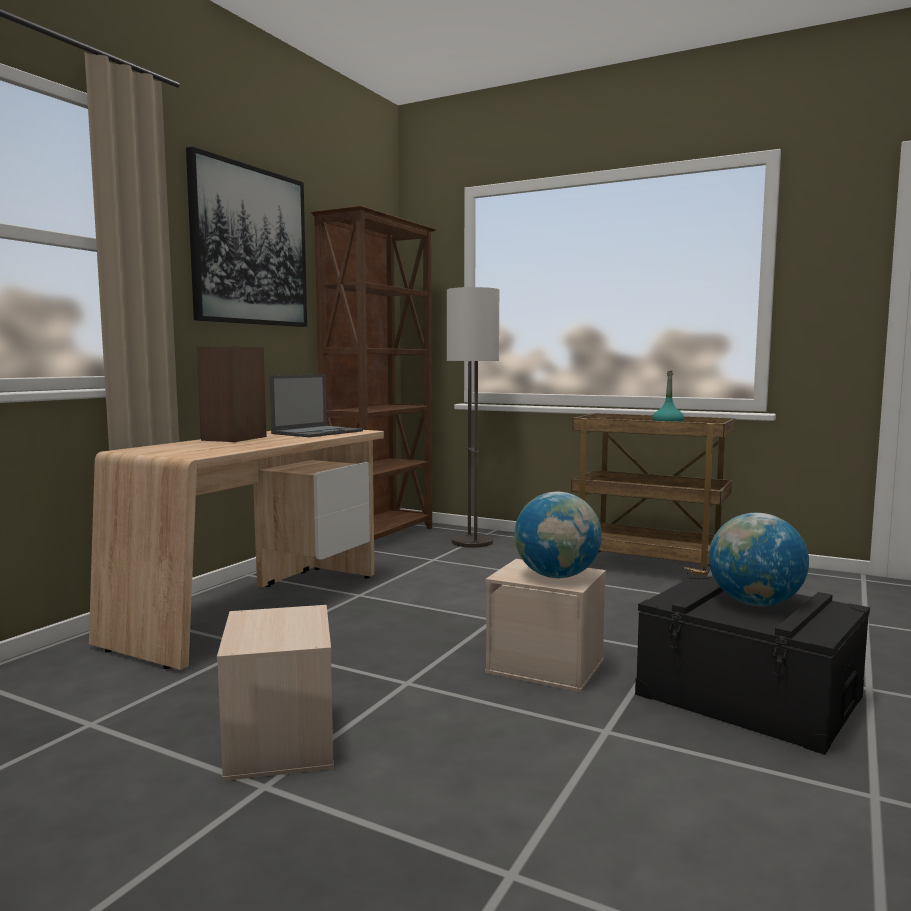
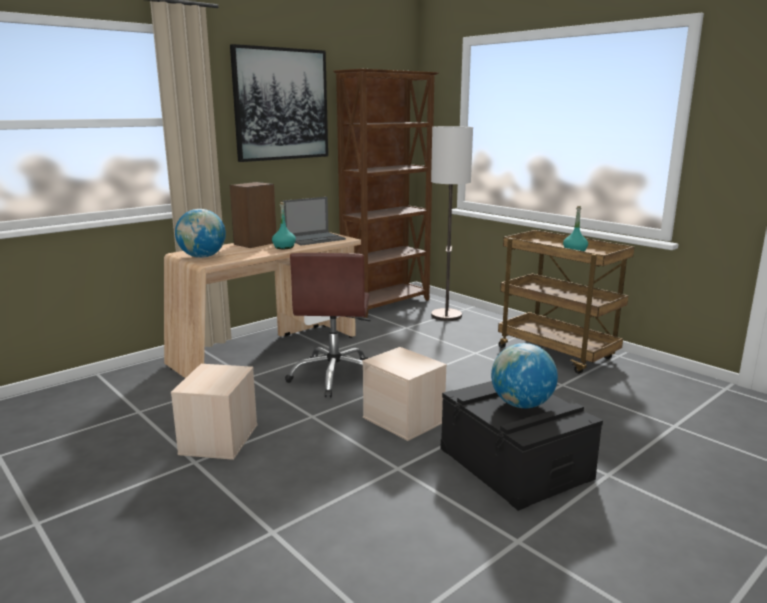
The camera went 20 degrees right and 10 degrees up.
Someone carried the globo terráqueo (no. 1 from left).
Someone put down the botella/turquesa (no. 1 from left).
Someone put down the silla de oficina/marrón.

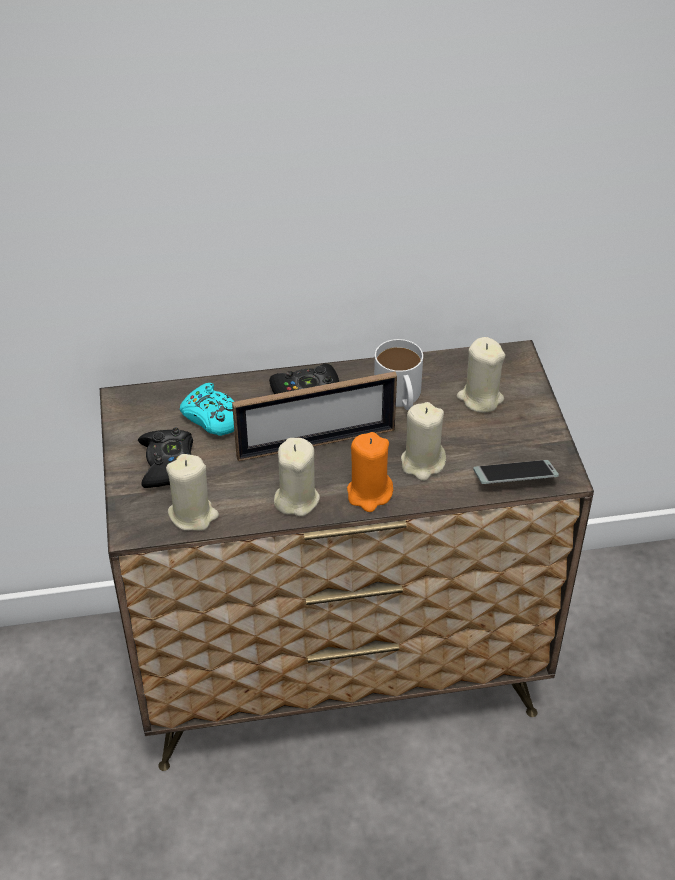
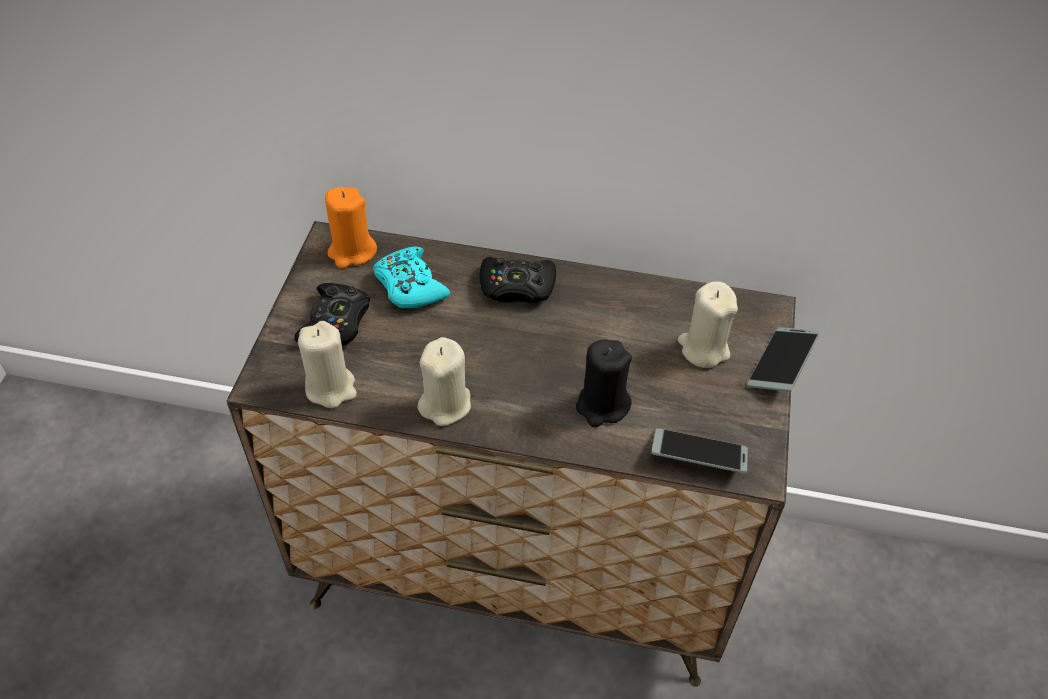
The camera went 20 degrees right and 5 degrees up.
Someone took away the portarretratos.
Someone carried the vela/naranja.
Someone took away the taza grande/blanco.
Someone repainted the vela/beis (no. 3 from left), which became the vela/negro.
Someone put down the móvil (no. 2 from left).

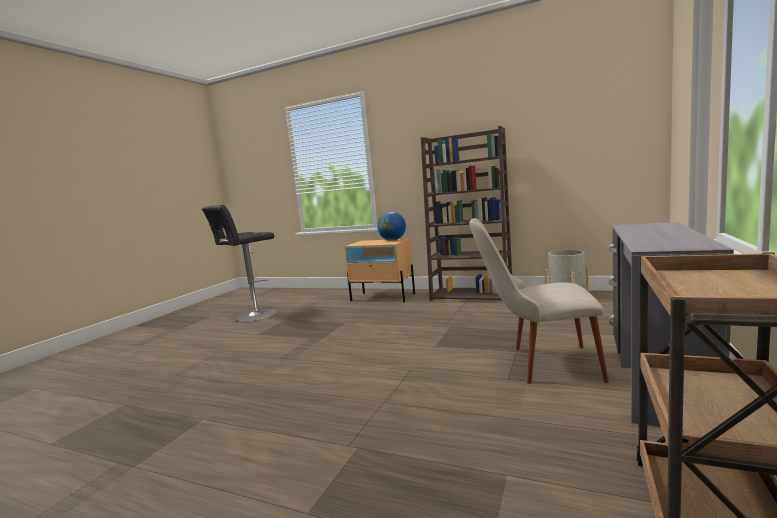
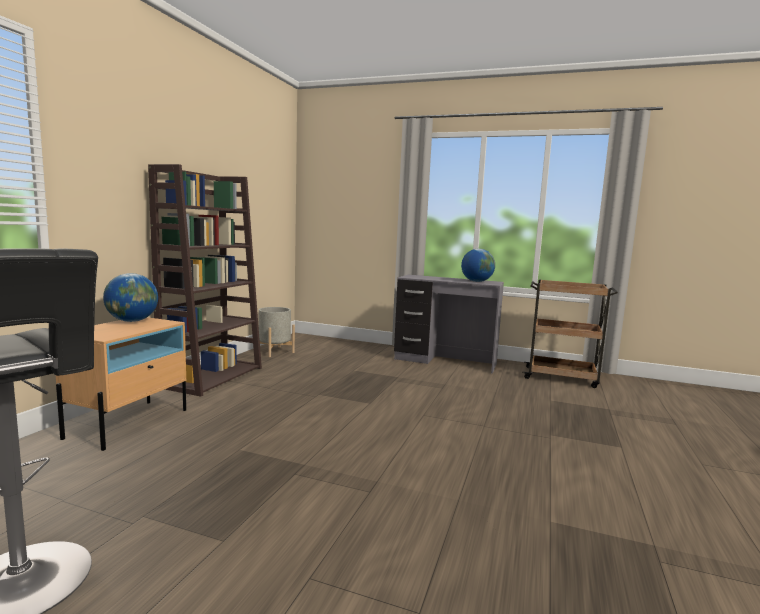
The camera went 95 degrees left and 0 degrees up.
Someone took away the silla/beis.
Someone put down the globo terráqueo (no. 2 from left).

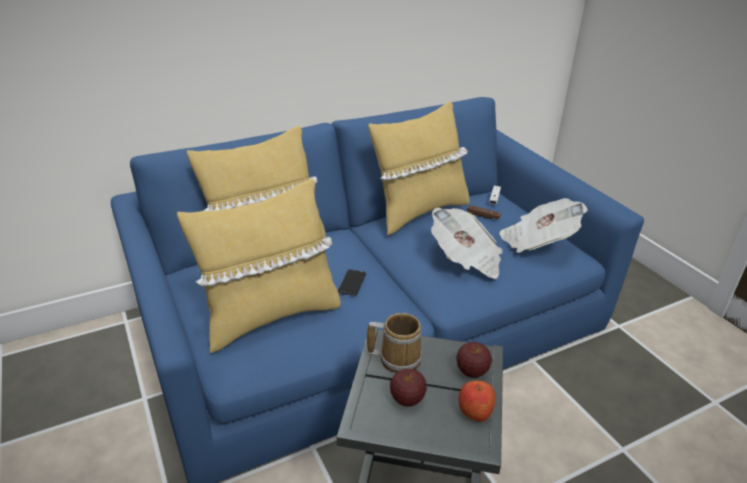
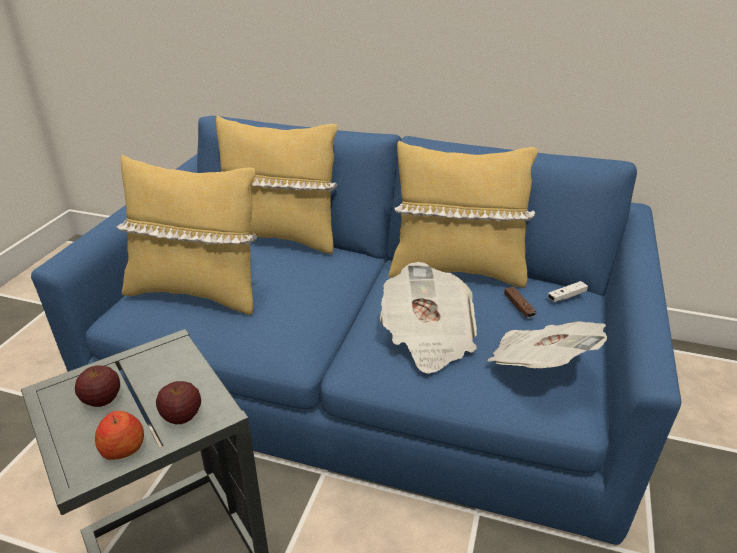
The camera went 45 degrees right and 0 degrees up.
Someone took away the móvil.
Someone took away the taza grande.

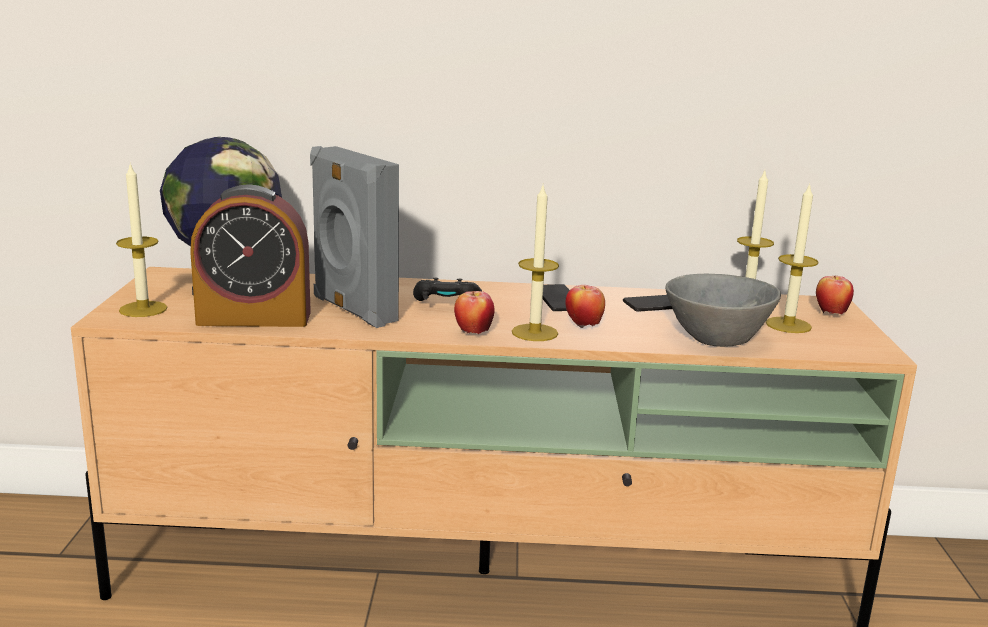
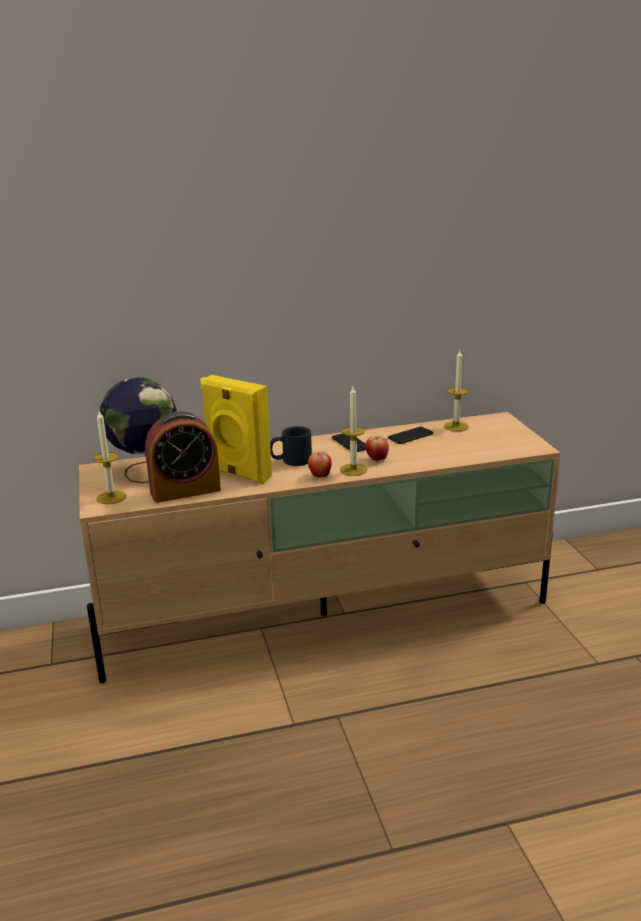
The camera went 15 degrees left and 5 degrees up.
Someone repainted the altavoz/gris, which became the altavoz/amarillo.
Someone swapped the mando de consola/negro for the taza grande/negro.
Someone took away the cuenco/gris.
Someone took away the vela (no. 4 from left).
Someone took away the manzana (no. 3 from left).

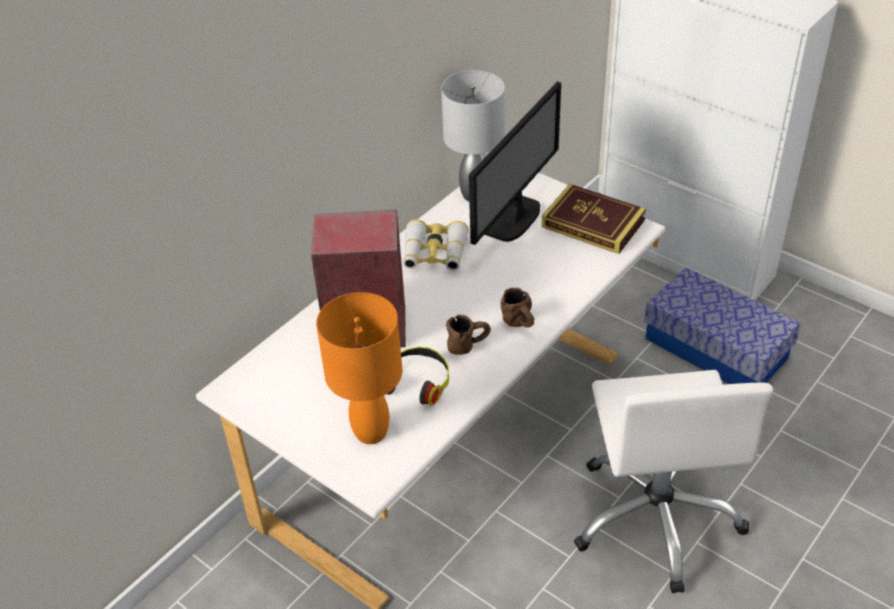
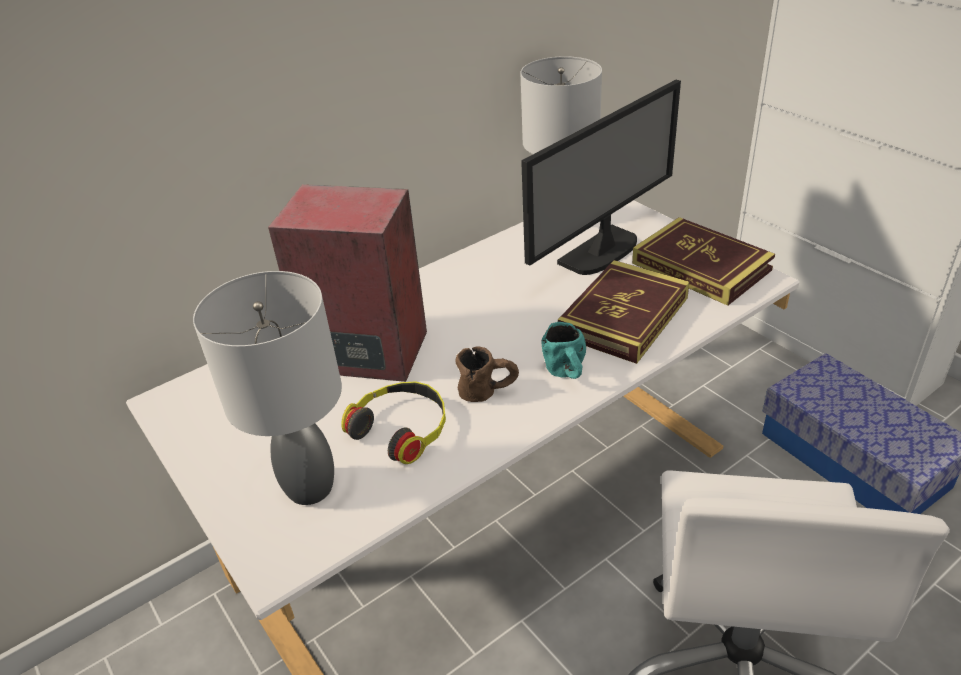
The camera went 15 degrees right and 5 degrees down.
Someone repainted the lámpara de mesa/naranja, which became the lámpara de mesa/gris (no. 1 from left).
Someone took away the prismáticos.
Someone repainted the taza grande/marrón (no. 2 from left), which became the taza grande/turquesa.
Someone put down the libro (no. 1 from left).

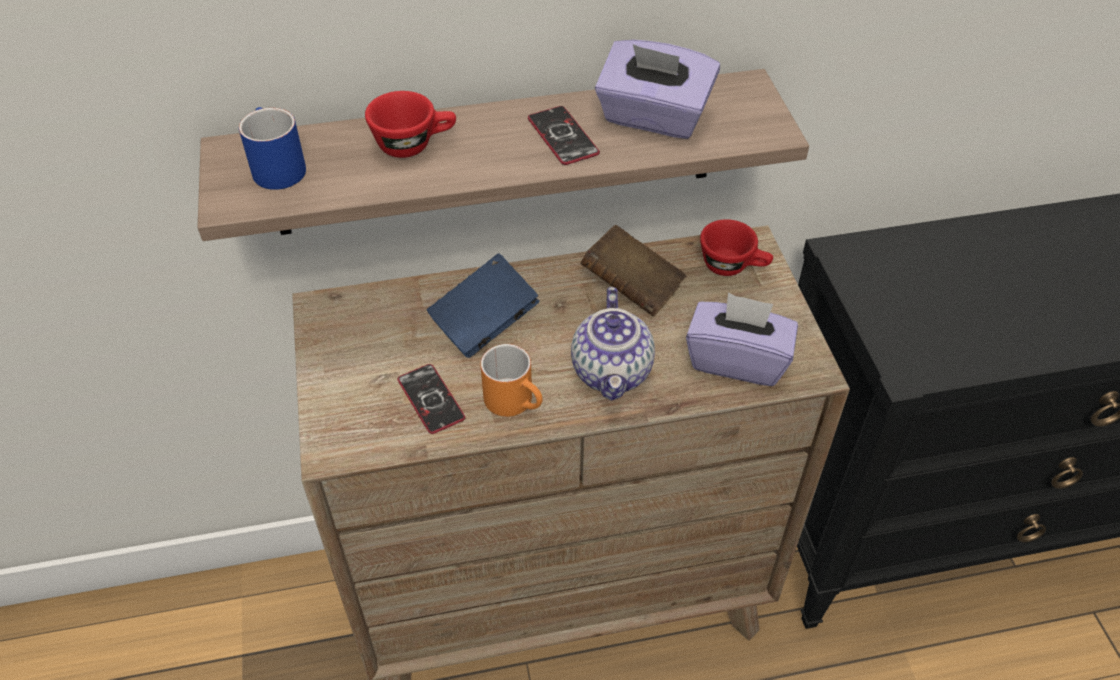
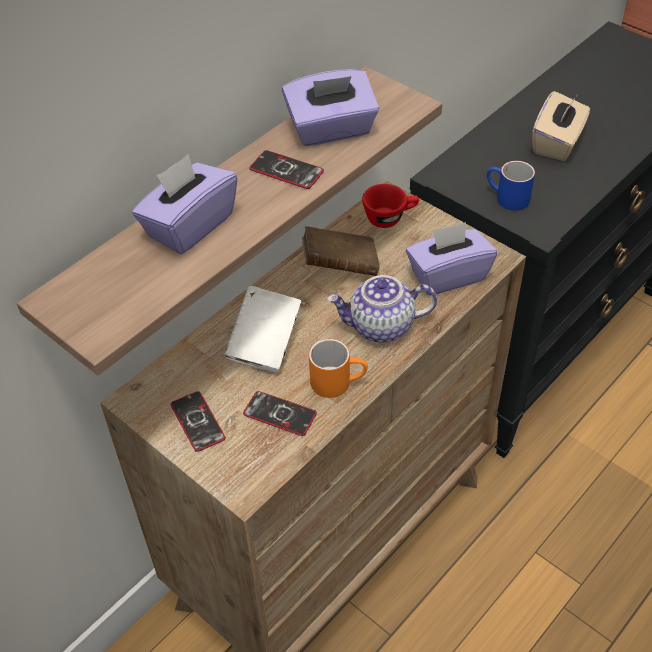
The camera went 35 degrees left and 0 degrees up.
Someone carried the taza grande/azul.
Someone swapped the taza/rojo (no. 1 from left) for the caja de pañuelos/morado (no. 1 from left).
Someone repainted the libro/azul, which became the libro/blanco.
Someone rotated the tetera by 120 degrees clockwise.
Someone put down the móvil (no. 1 from left).
Someone put down the caja de pañuelos/beis.

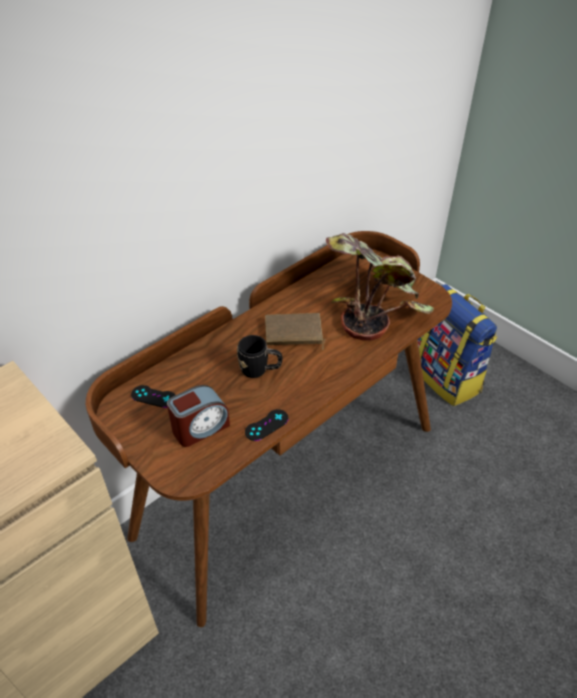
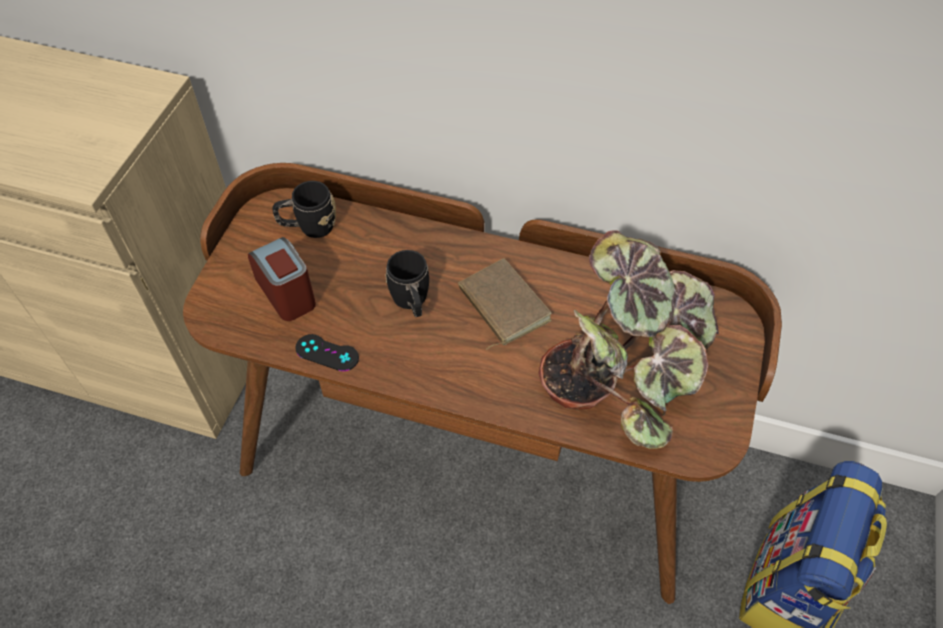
The camera went 60 degrees right and 10 degrees up.
Someone swapped the mando de consola/negro (no. 1 from left) for the taza grande/negro (no. 1 from left).
Someone rotated the despertador by 150 degrees counterclockwise.

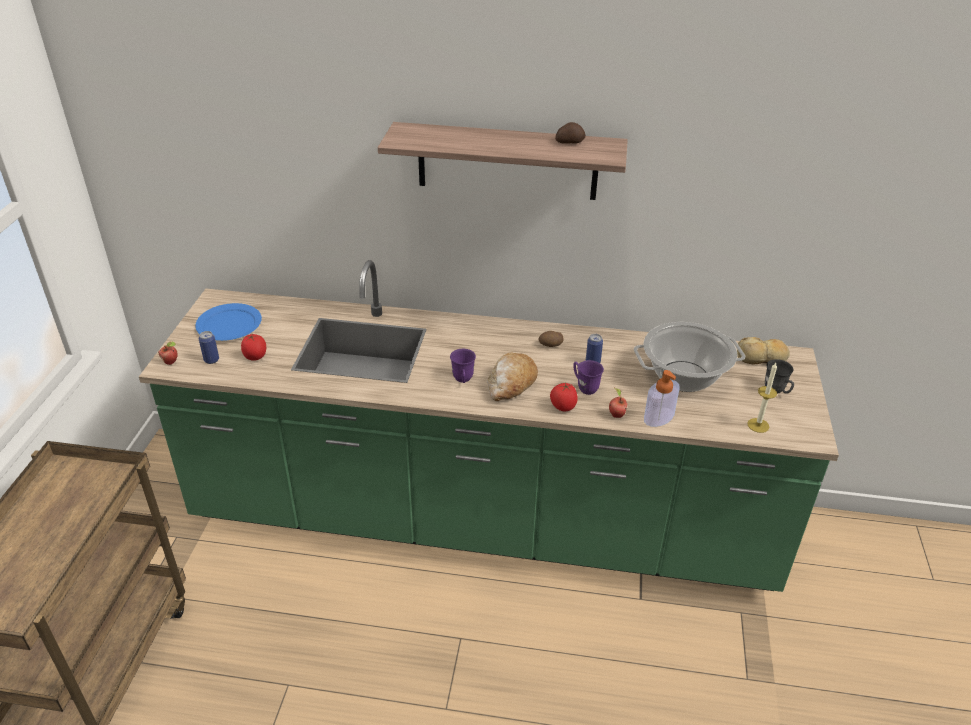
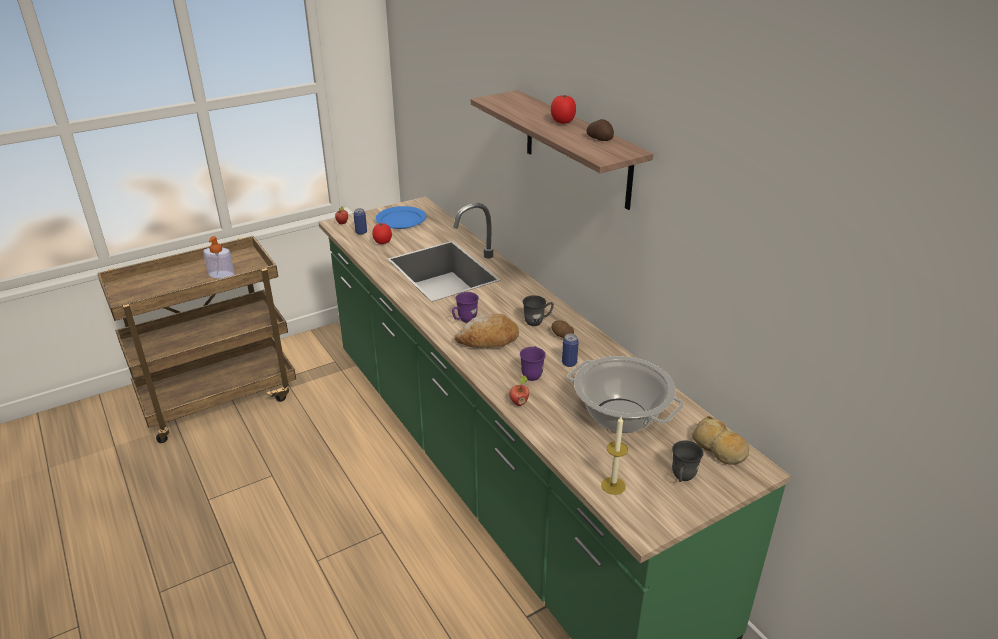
The camera went 50 degrees right and 5 degrees down.
Someone carried the tomate (no. 2 from left).
Someone carried the dispensador de jabón.
Someone put down the taza grande/gris (no. 1 from left).

